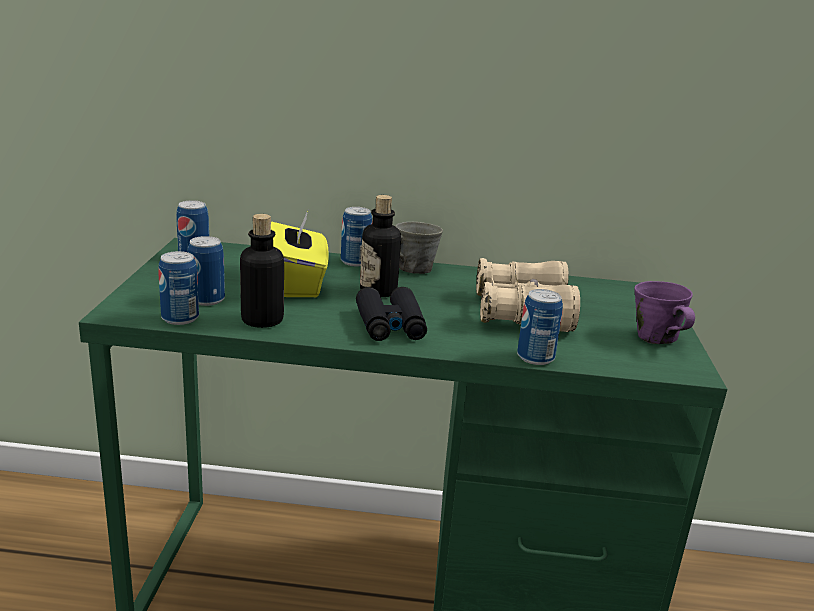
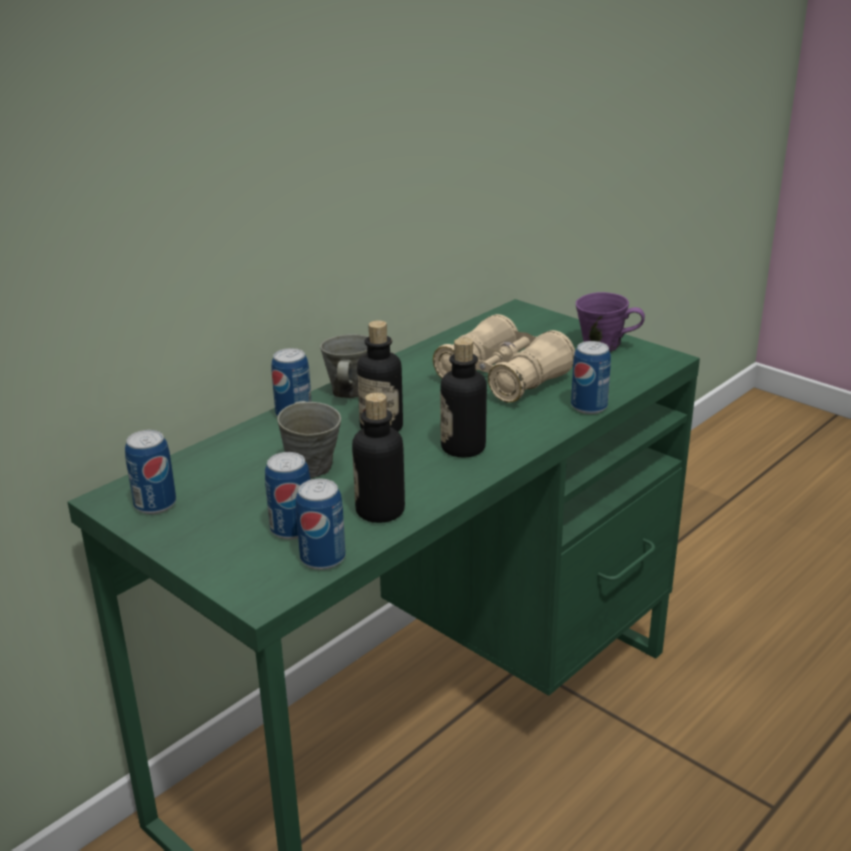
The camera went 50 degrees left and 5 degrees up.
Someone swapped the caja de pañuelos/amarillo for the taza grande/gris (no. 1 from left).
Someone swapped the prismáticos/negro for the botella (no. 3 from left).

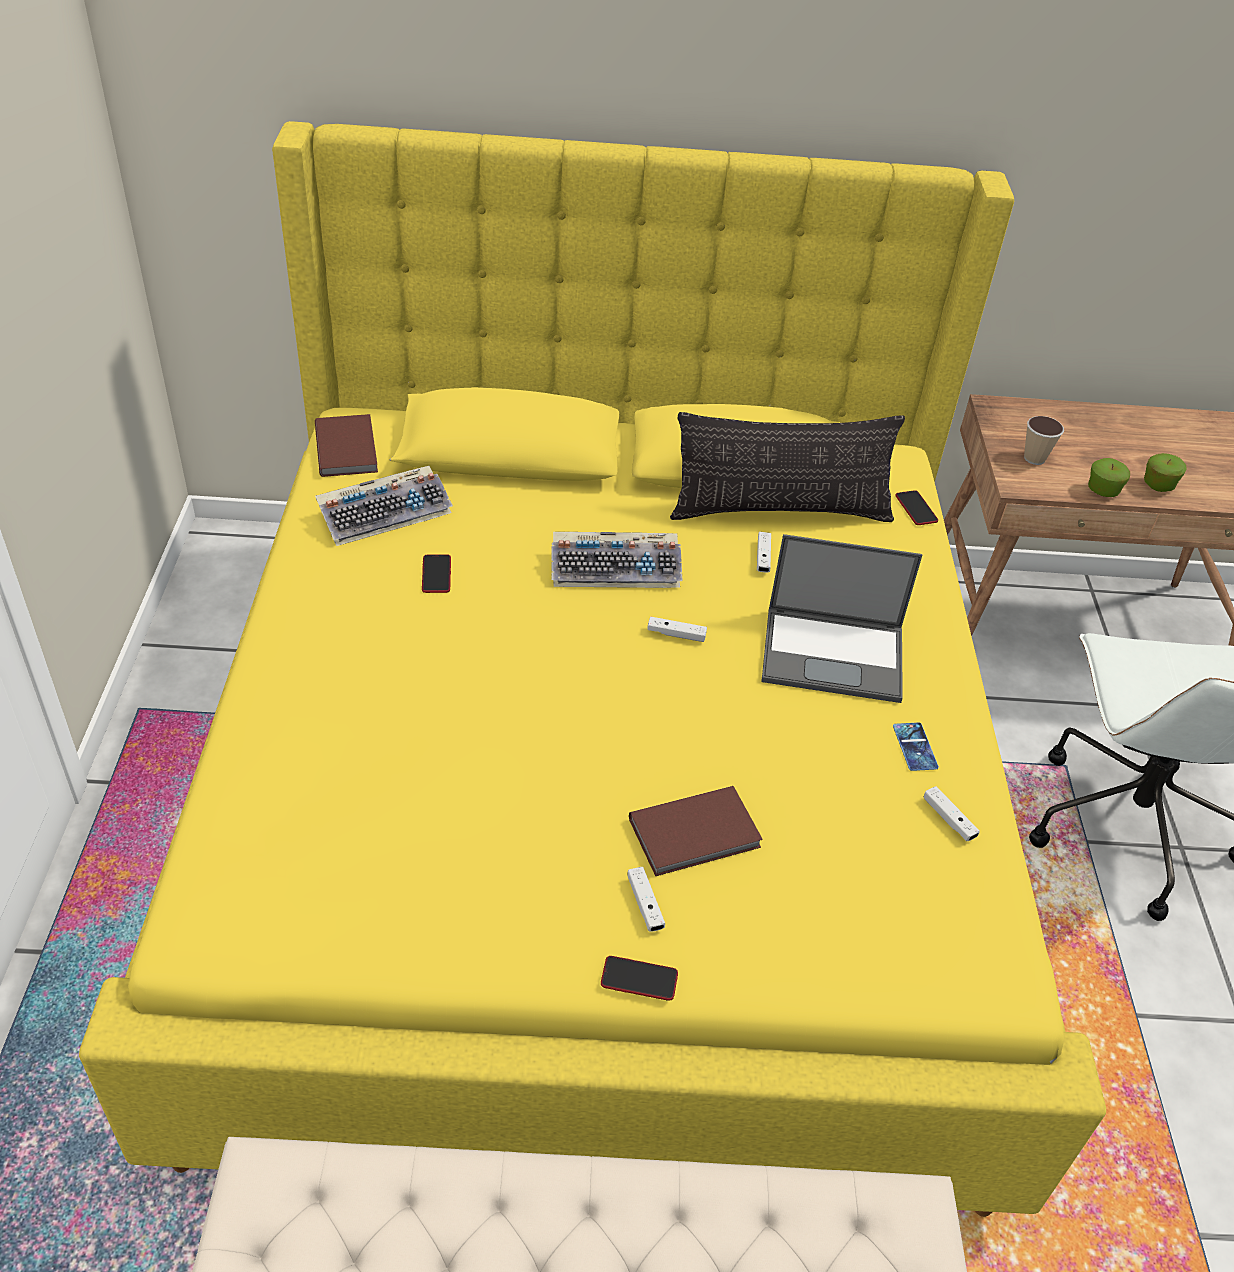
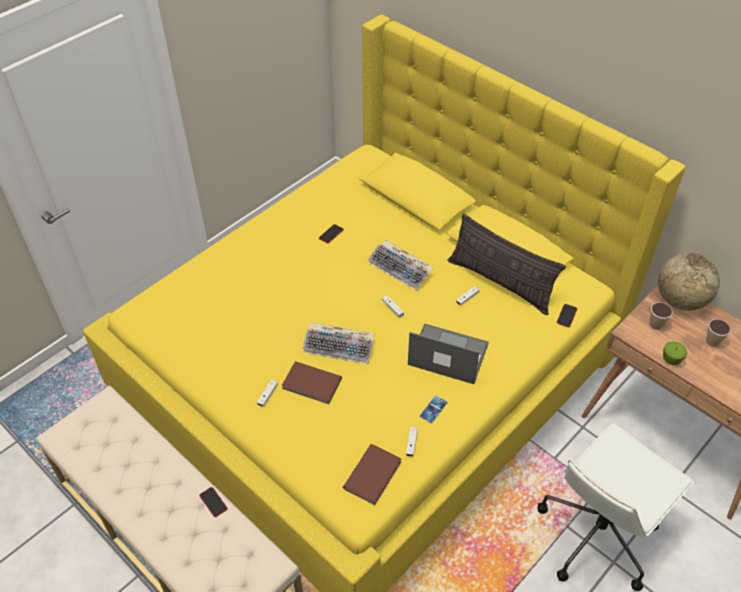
The camera went 45 degrees right and 5 degrees up.
Someone carried the libro/marrón (no. 1 from left in the first image).
Someone carried the teclado (no. 1 from left).
Someone carried the móvil (no. 2 from left in the first image).
Someone rotated the portátil by 150 degrees clockwise.
Someone took away the manzana (no. 2 from left).
Someone put down the globo terráqueo.
Someone put down the taza (no. 2 from left).

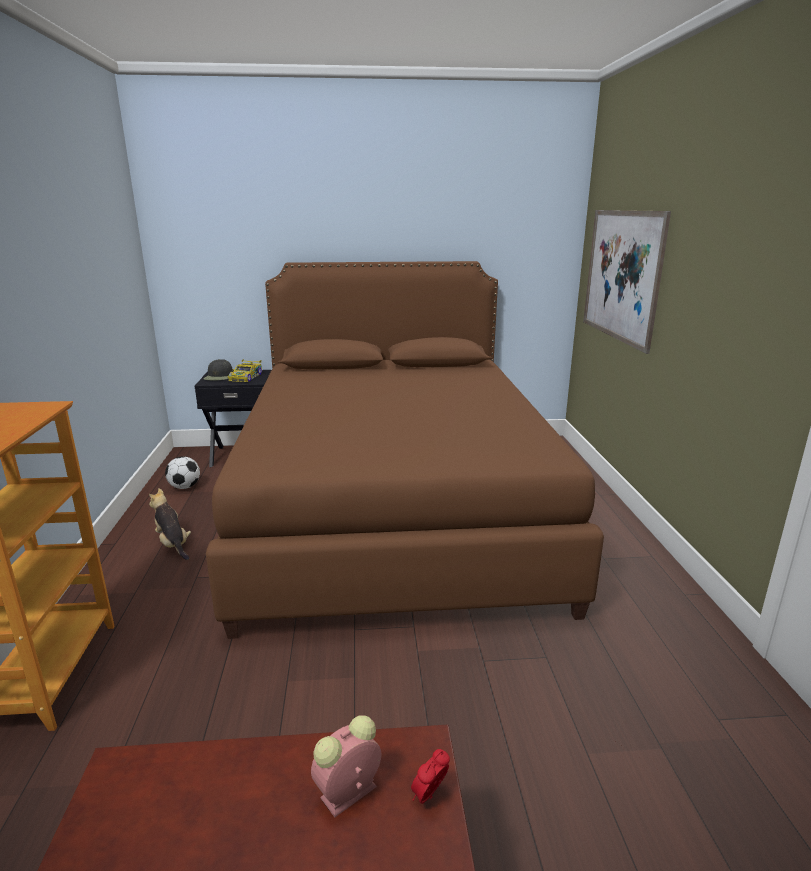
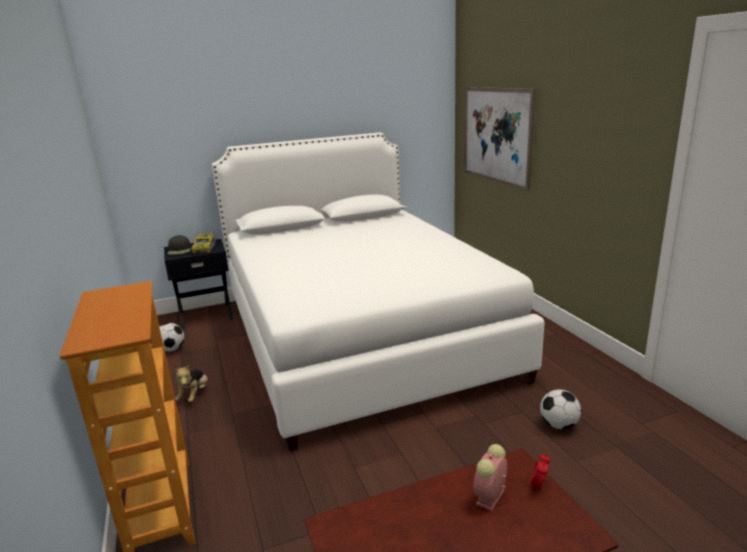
The camera went 15 degrees left and 0 degrees up.
Someone rotated the peluche by 120 degrees counterclockwise.
Someone repainted the cama/marrón, which became the cama/blanco.
Someone put down the balón de fútbol (no. 2 from left).

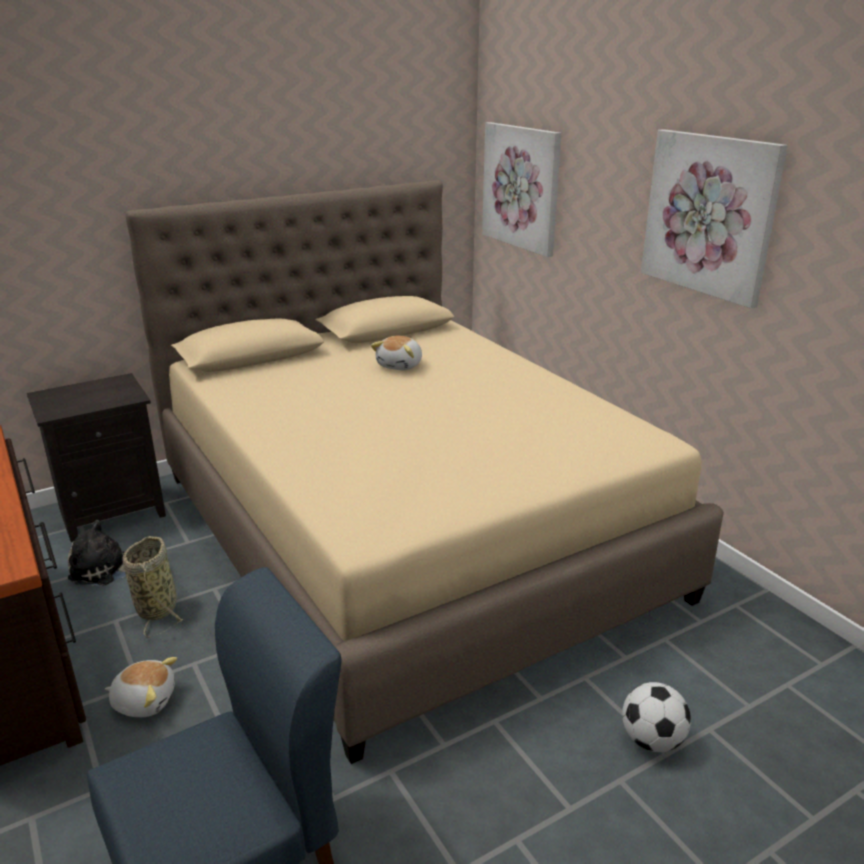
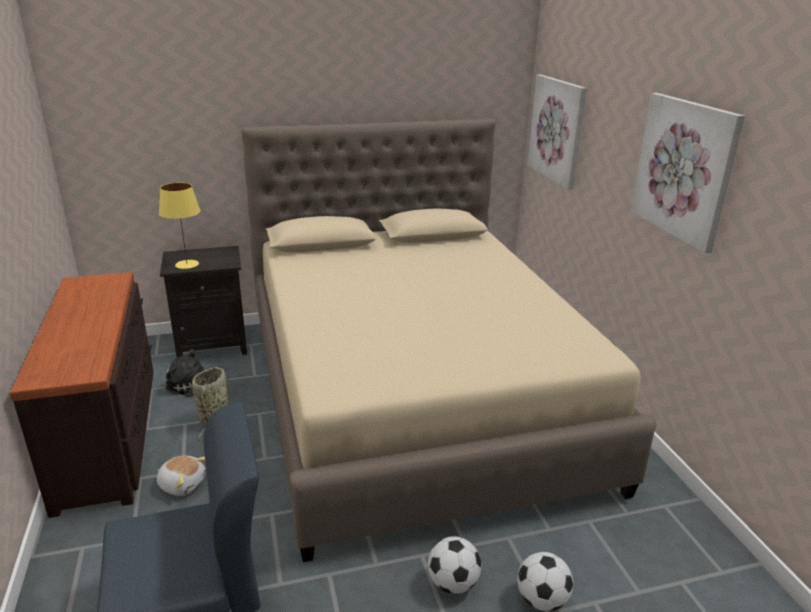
The camera went 15 degrees right and 0 degrees up.
Someone took away the peluche (no. 3 from left).
Someone put down the lámpara de mesa/amarillo.
Someone put down the balón de fútbol (no. 1 from left).

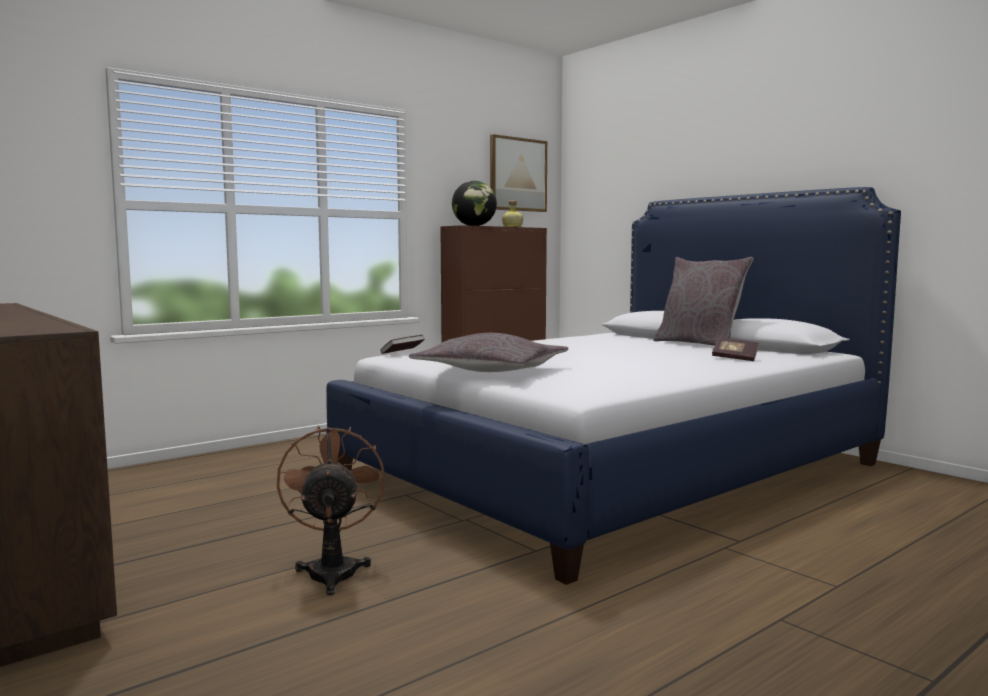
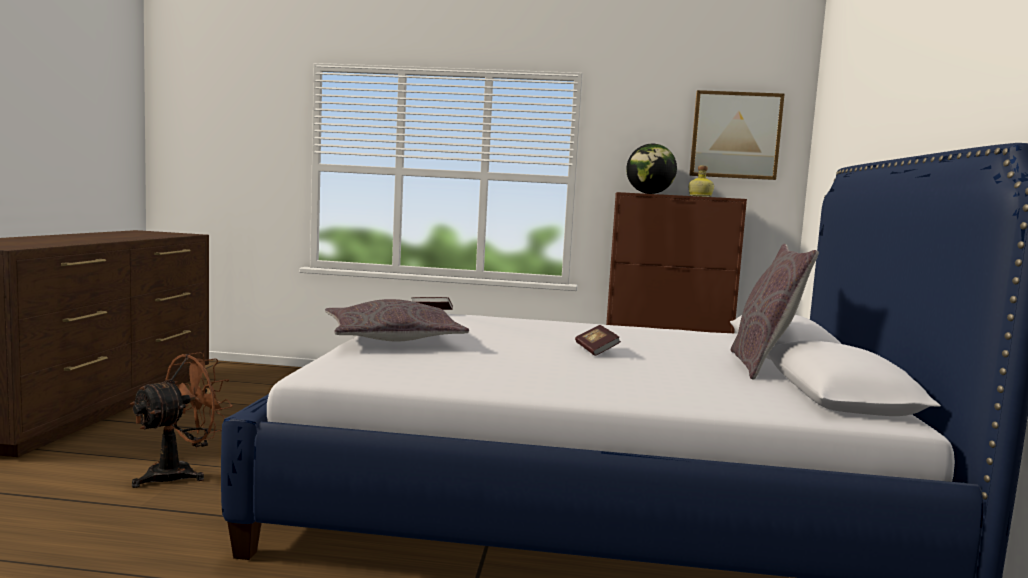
The camera went 45 degrees right and 0 degrees up.
Someone carried the libro (no. 2 from left).

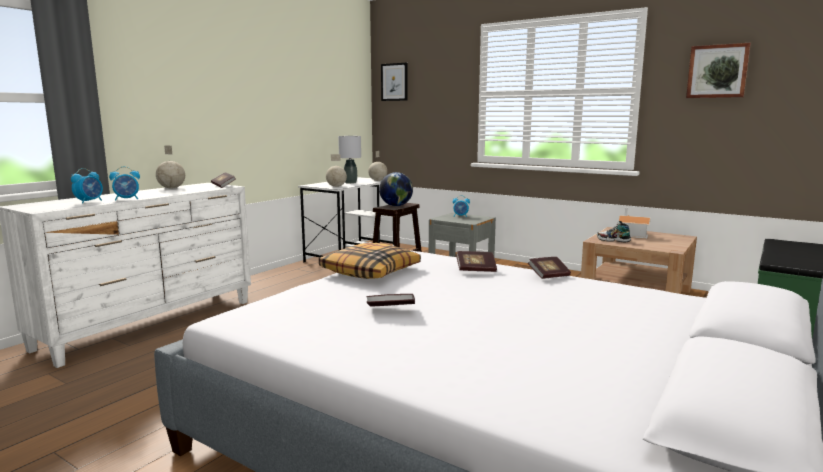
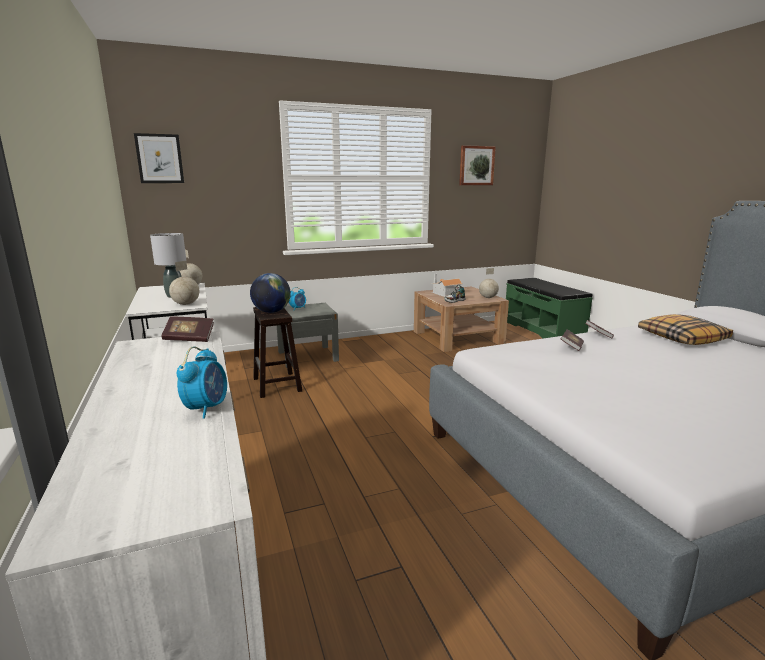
The camera went 55 degrees left and 5 degrees up.
Someone took away the despertador (no. 1 from left).
Someone carried the globo terráqueo (no. 1 from left in the first image).
Someone carried the cojín.
Someone took away the libro (no. 2 from left).

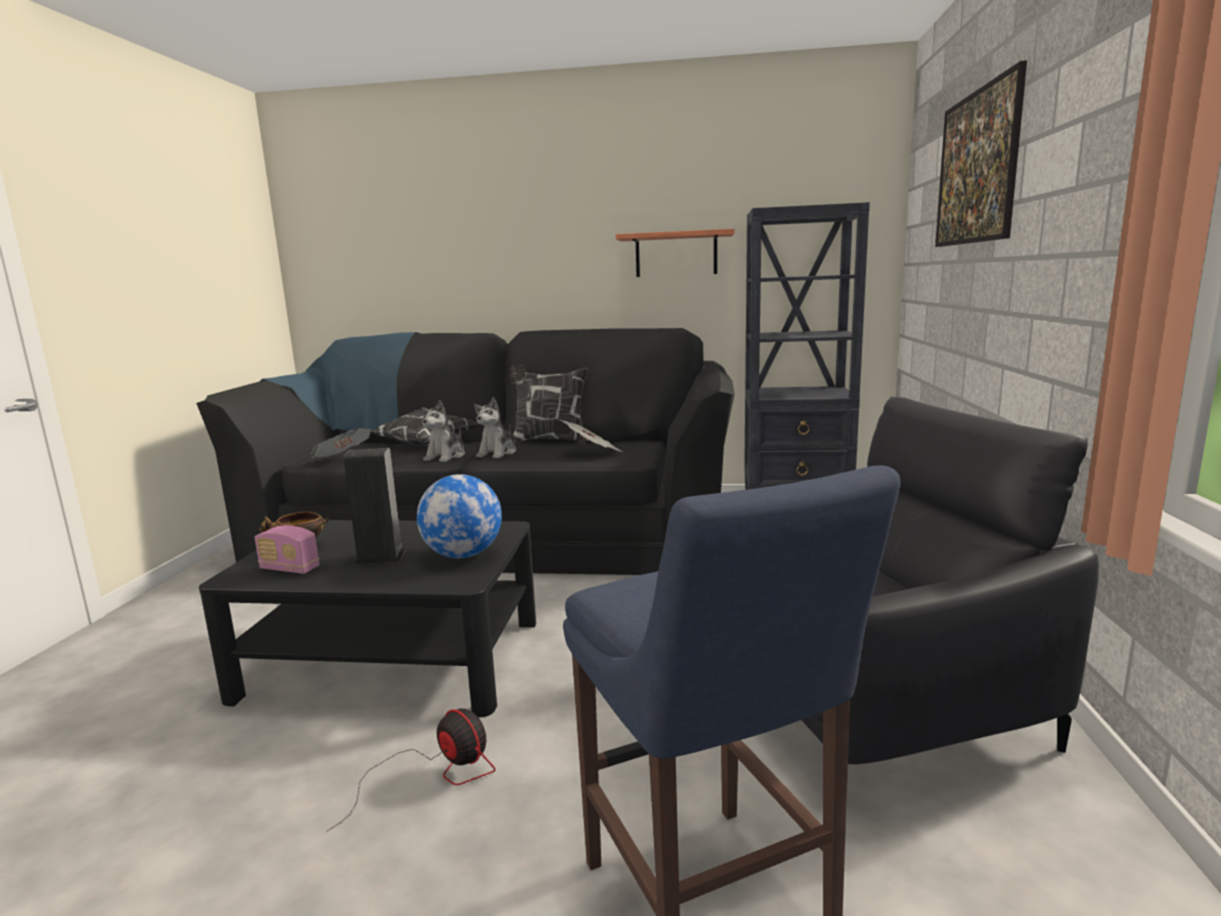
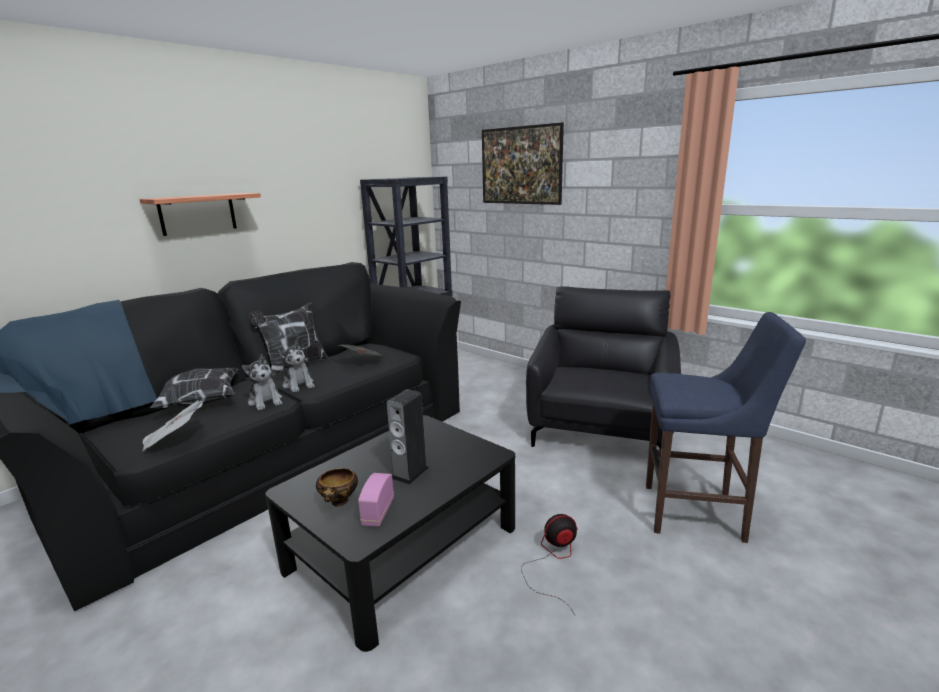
The camera went 55 degrees left and 5 degrees up.
Someone rotated the radio by 135 degrees clockwise.
Someone took away the globo terráqueo.
Someone carried the estante.

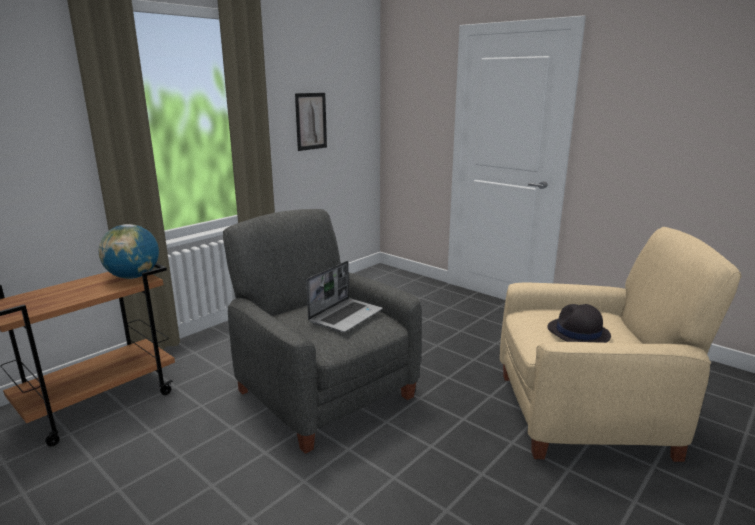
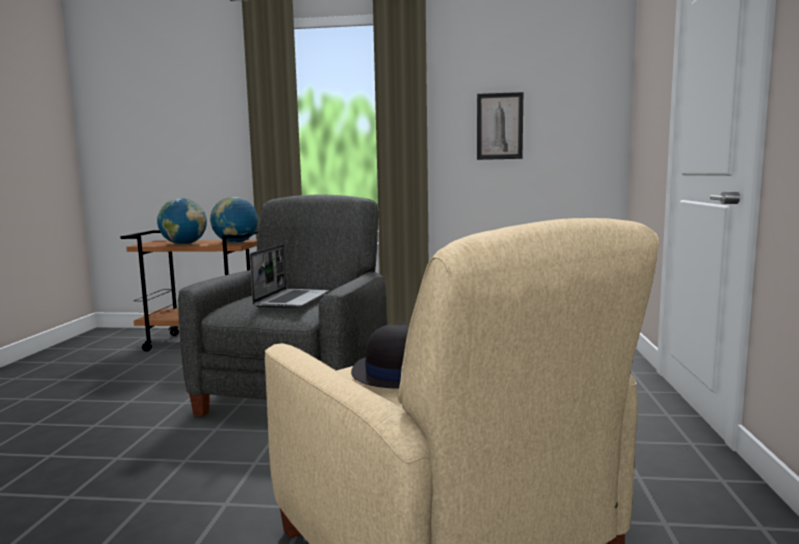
The camera went 55 degrees right and 10 degrees down.
Someone rotated the portátil by 75 degrees counterclockwise.
Someone put down the globo terráqueo (no. 1 from left).

